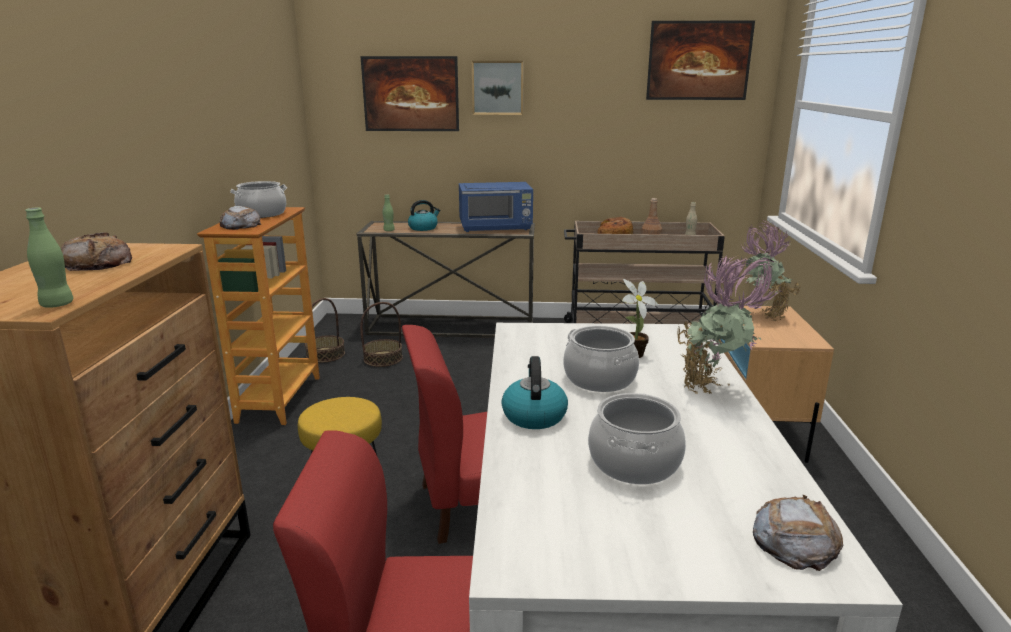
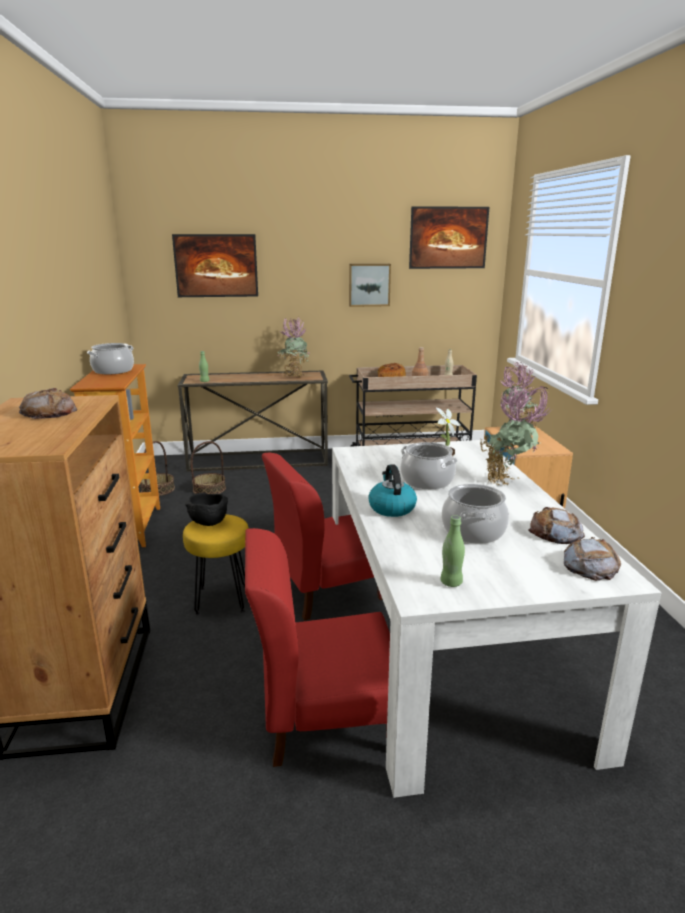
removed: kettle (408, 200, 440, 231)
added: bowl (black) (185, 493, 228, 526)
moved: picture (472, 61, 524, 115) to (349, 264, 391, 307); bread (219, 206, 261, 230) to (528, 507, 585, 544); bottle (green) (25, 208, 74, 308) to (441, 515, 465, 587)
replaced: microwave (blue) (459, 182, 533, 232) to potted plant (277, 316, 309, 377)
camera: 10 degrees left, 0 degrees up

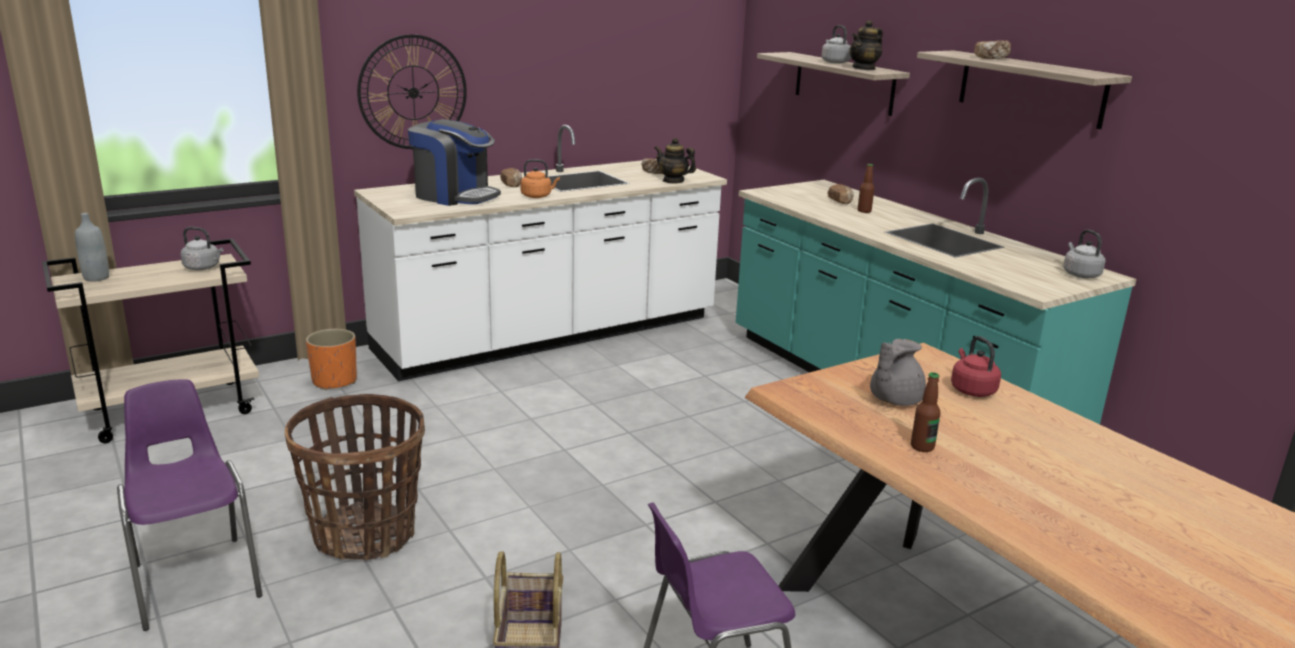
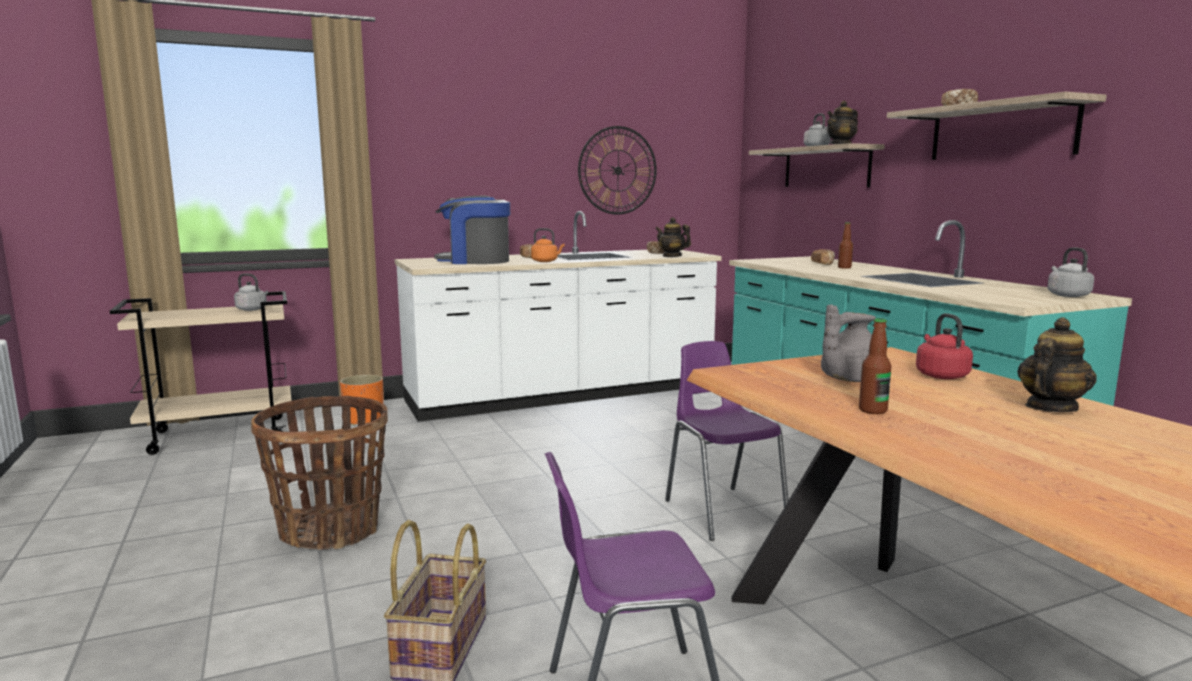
removed: bottle (grey) (75, 213, 109, 282)
added: teapot (1017, 317, 1097, 412)
moved: wall clock (357, 34, 467, 149) to (578, 126, 657, 215); chair (purple) (117, 380, 263, 631) to (665, 341, 788, 541)
turned: coffee machine (408, 119, 501, 206) = (434, 196, 510, 264) 150 degrees clockwise
camera: 10 degrees right, 10 degrees down

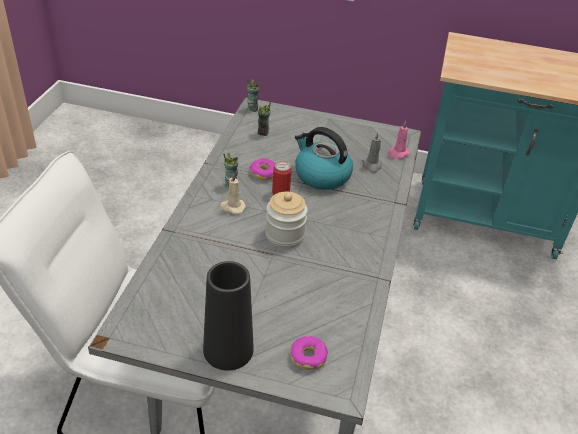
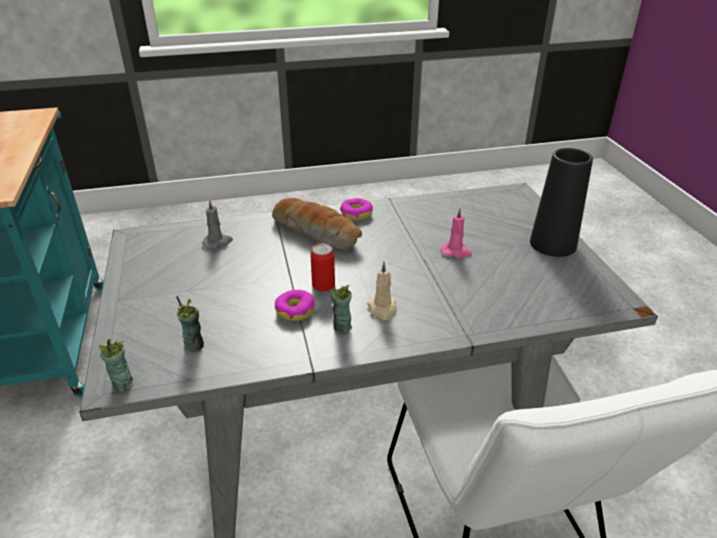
removed: kettle (295, 127, 353, 190); jar (266, 192, 308, 249)
added: bread (272, 198, 362, 250)
moved: candle (pink) (389, 121, 410, 159) to (441, 208, 472, 258); donut (290, 336, 328, 370) to (340, 198, 373, 220)
camera: 115 degrees left, 5 degrees down

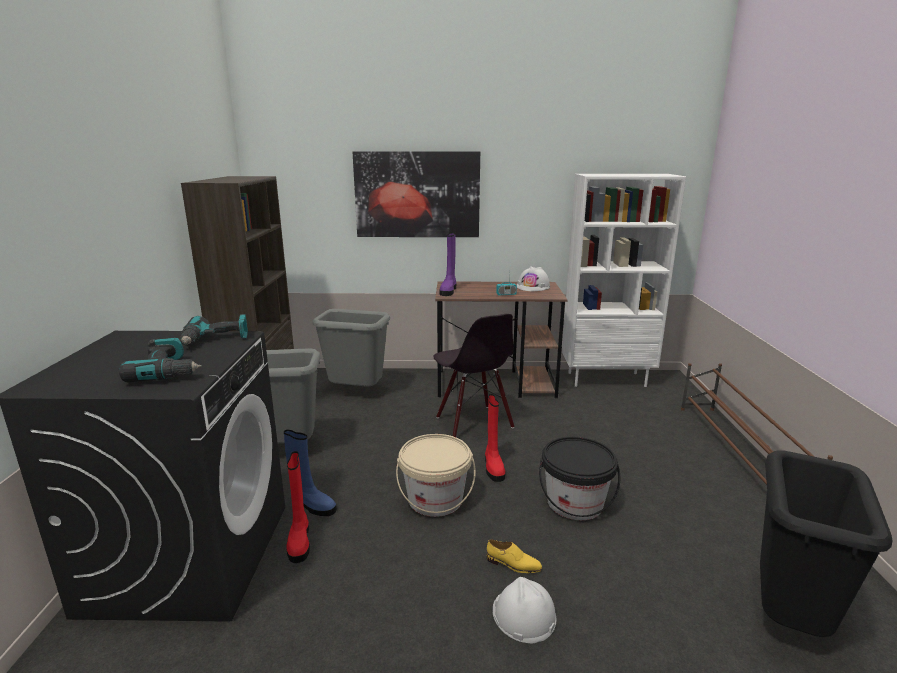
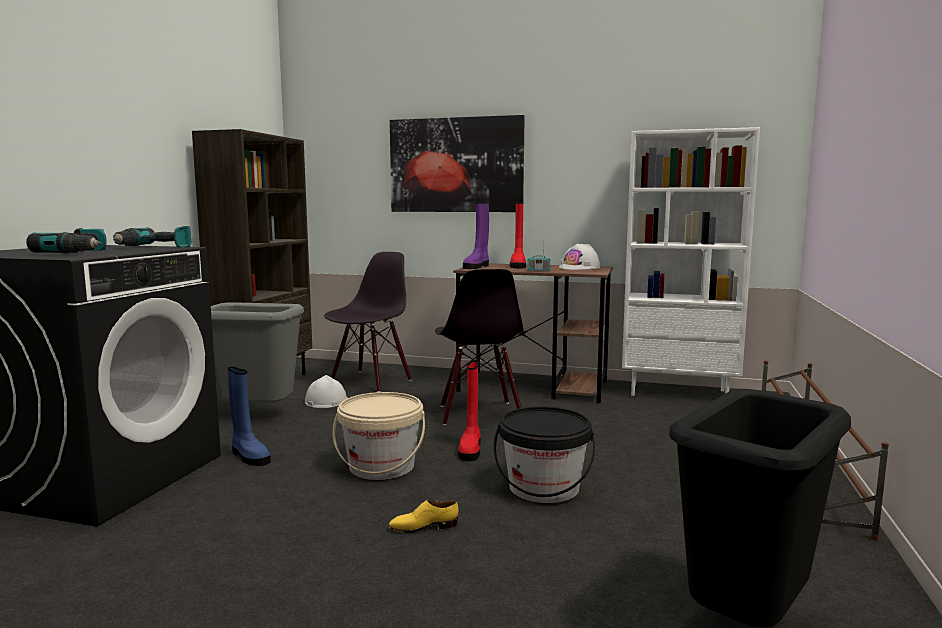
moved: boot (red) (286, 451, 310, 563) to (510, 202, 526, 269); hard hat (white) (492, 577, 556, 643) to (305, 375, 348, 408)
replaced: trash can (grey) (312, 309, 390, 387) to chair (black) (324, 252, 412, 392)
turned: shoe (yellow) (487, 539, 542, 573) = (389, 500, 458, 533) 135 degrees clockwise
camera: 15 degrees right, 10 degrees down

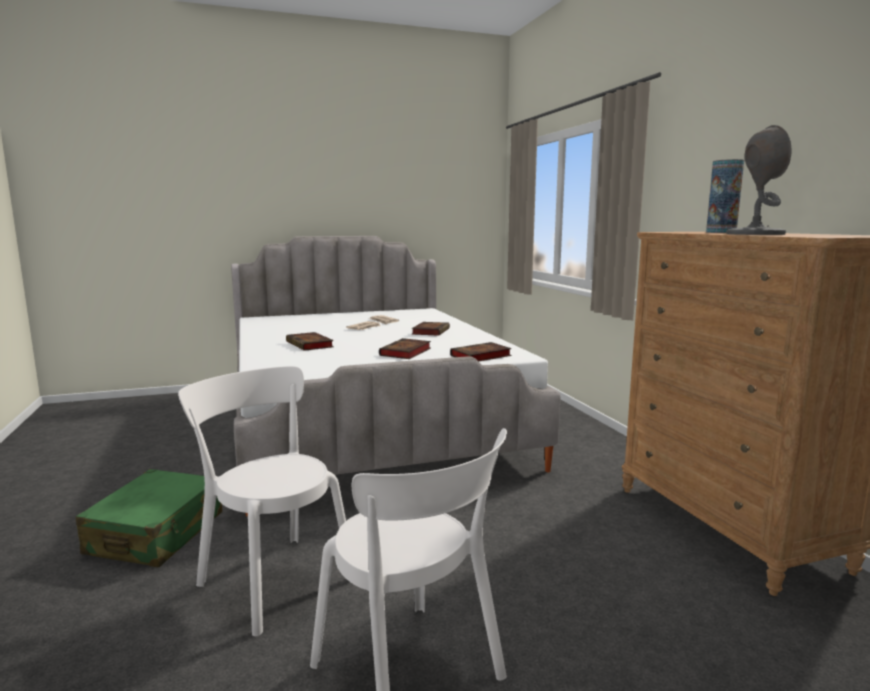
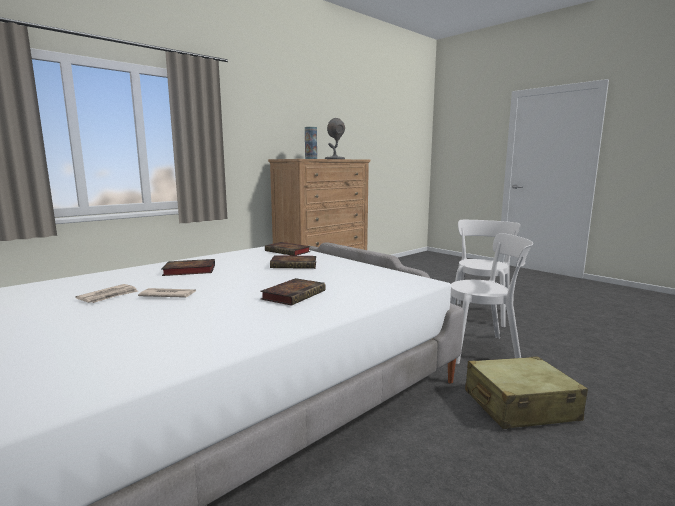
recoloured: suitcase (green) (75, 469, 222, 567) to suitcase (beige) (465, 356, 588, 429)
turned: chair (white) (178, 366, 346, 636) = (450, 233, 533, 364) 105 degrees counterclockwise
camera: 115 degrees left, 0 degrees up

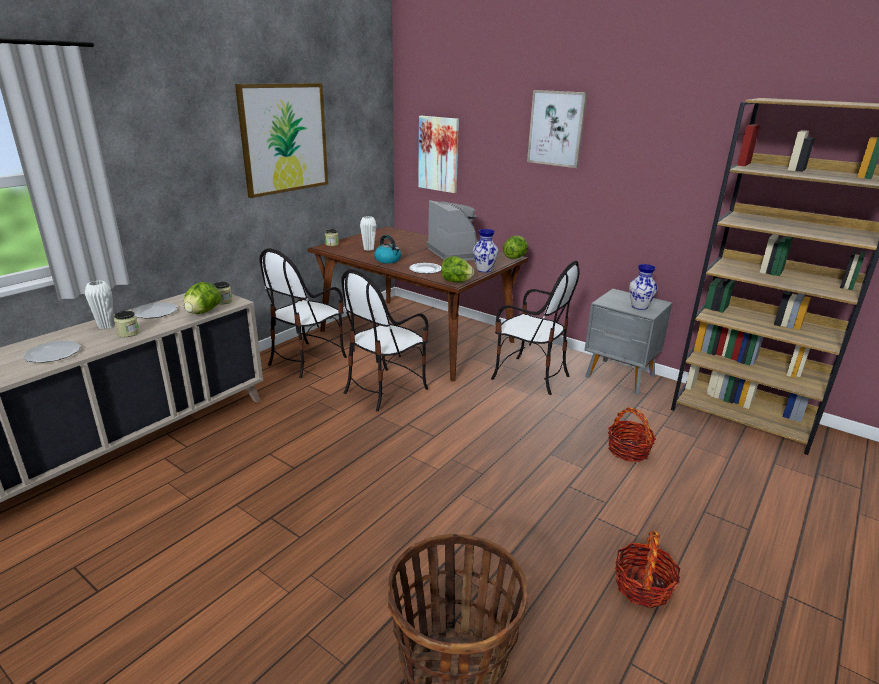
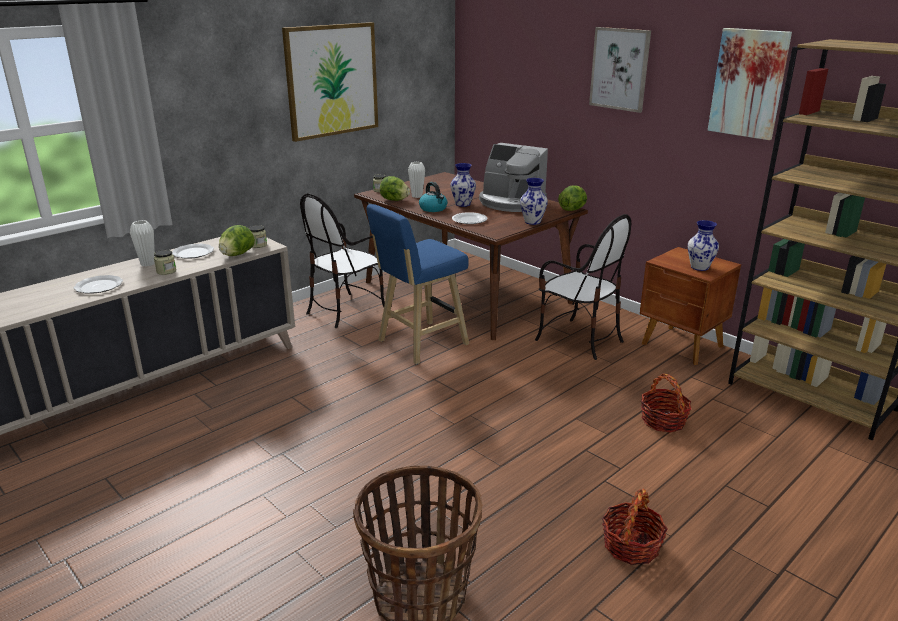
added: vase (450, 163, 476, 207)
moved: picture (418, 116, 459, 193) to (708, 28, 792, 140); lettuce (441, 256, 474, 283) to (380, 176, 410, 201)
replaced: chair (341, 269, 429, 411) to stool (blue) (367, 204, 469, 365)
recoloured: nightstand (grey) (585, 289, 672, 394) to nightstand (brown) (640, 247, 741, 365)
turned: coffee machine (427, 200, 479, 261) = (479, 143, 548, 212) 135 degrees clockwise
camera: 10 degrees right, 0 degrees up

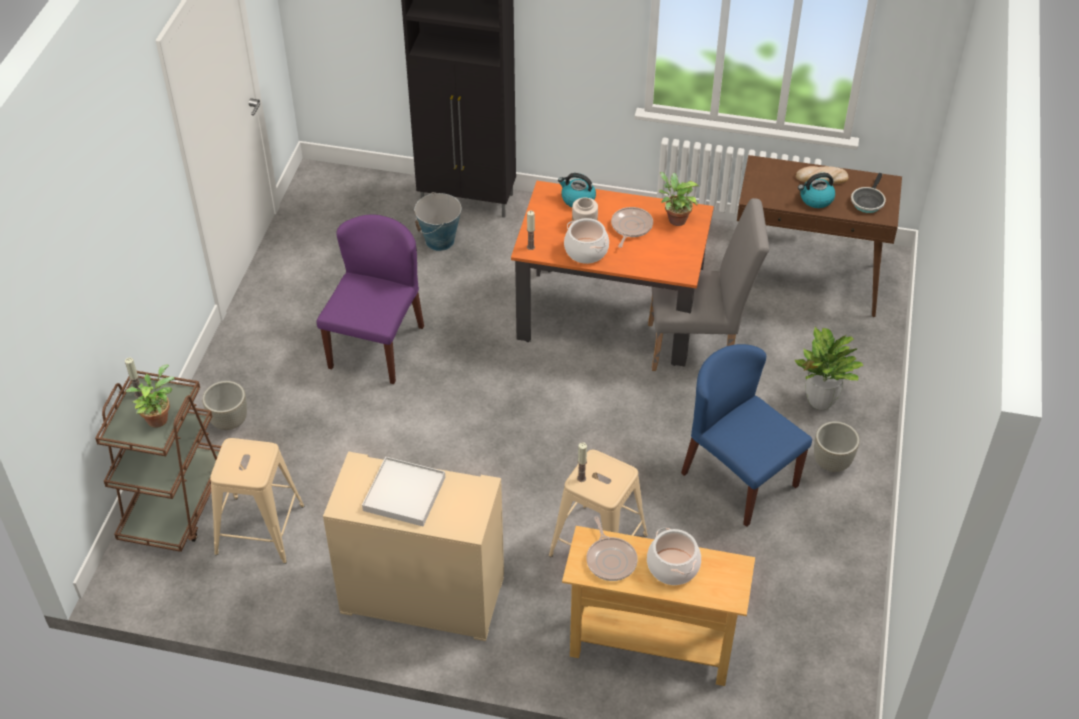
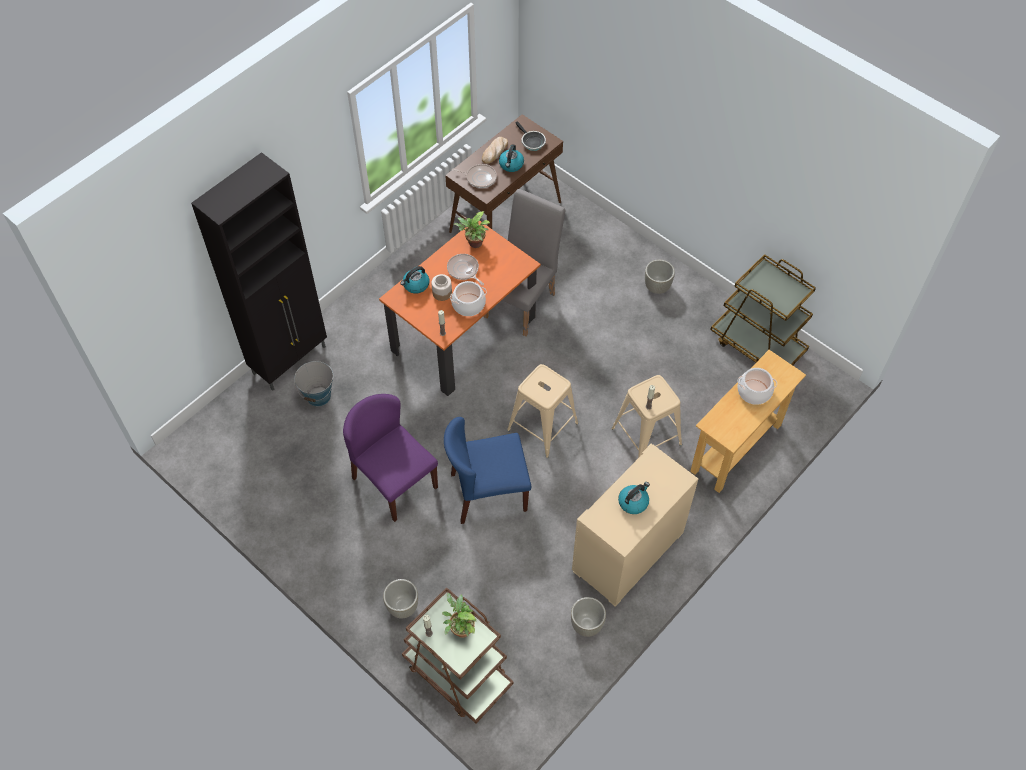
removed: potted plant (794, 326, 864, 410)
added: cart (brown) (710, 254, 816, 365); planter (grey) (571, 597, 606, 637)
moved: chair (blue) (681, 344, 812, 527) to (444, 417, 531, 524); stool (beige) (210, 438, 305, 564) to (507, 364, 578, 458); frying pan (586, 517, 638, 581) to (452, 164, 497, 188)
replaced: tray (white) (362, 457, 445, 526) to kettle (618, 482, 650, 514)
camera: 60 degrees left, 10 degrees up

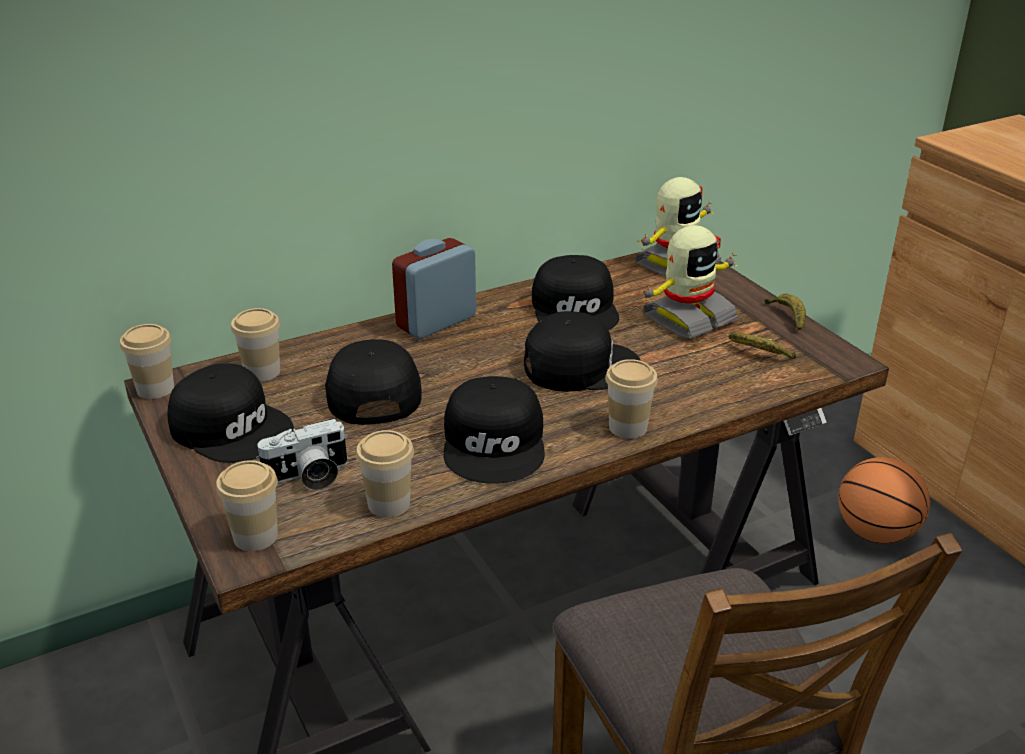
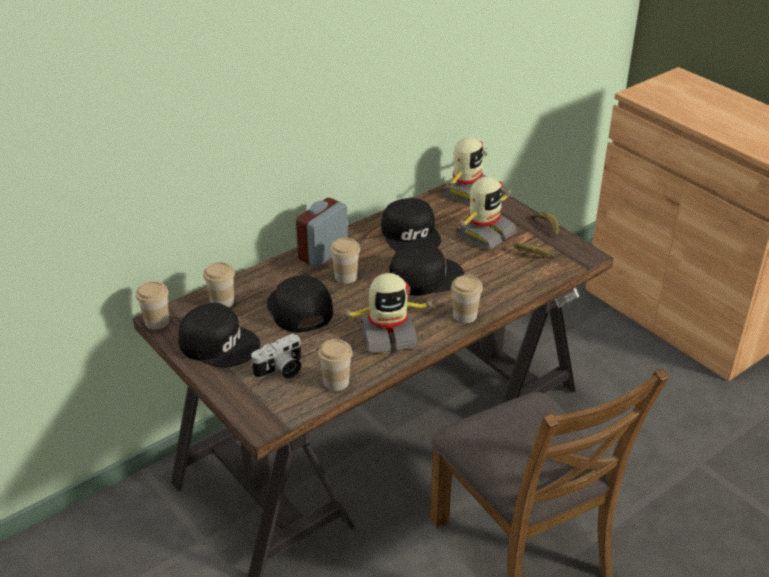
removed: basketball (838, 457, 930, 543)
moved: cup (216, 460, 278, 551) to (330, 238, 360, 284)
replaced: cap (black) (444, 376, 545, 484) to toy robot (339, 273, 435, 354)
camera: 10 degrees left, 5 degrees up

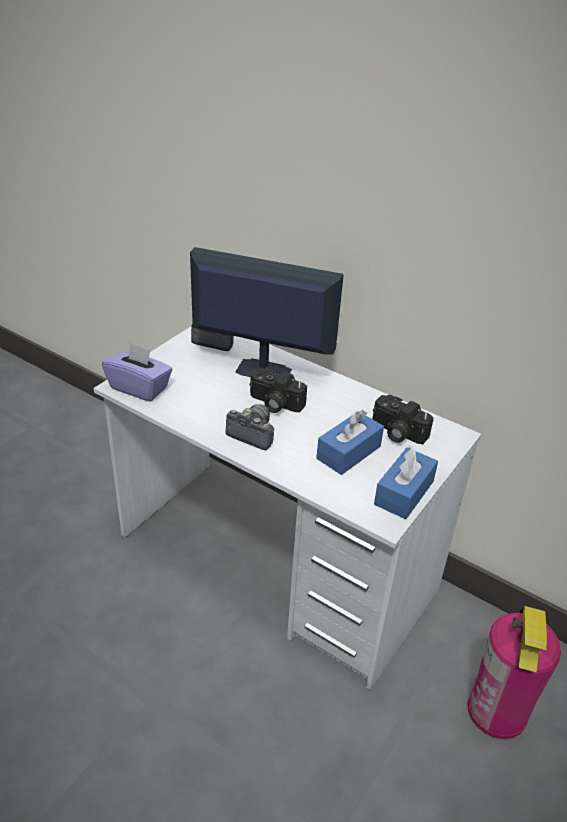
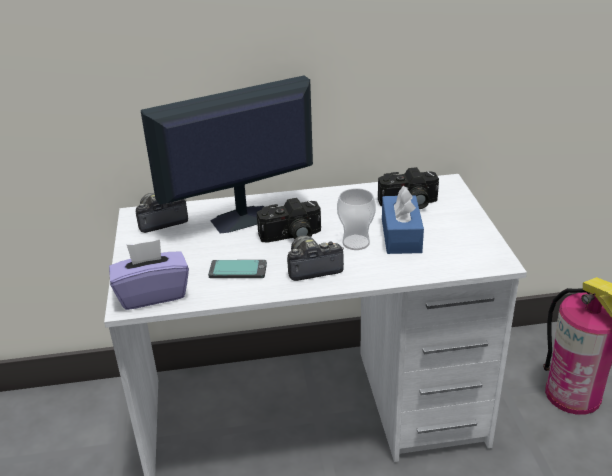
removed: tissue box (blue) (374, 446, 438, 519)
added: cup (337, 188, 376, 250); phone (208, 260, 267, 278)
camera: 40 degrees left, 5 degrees down

